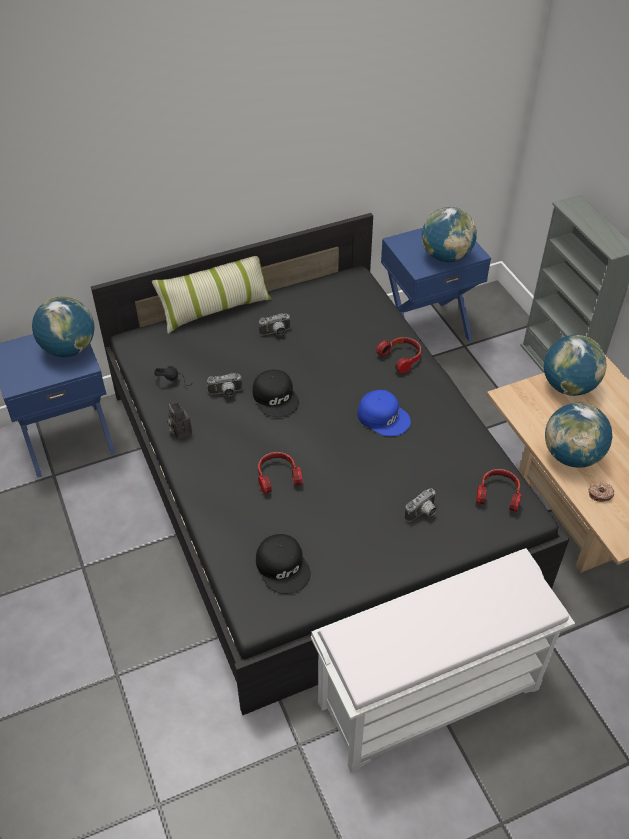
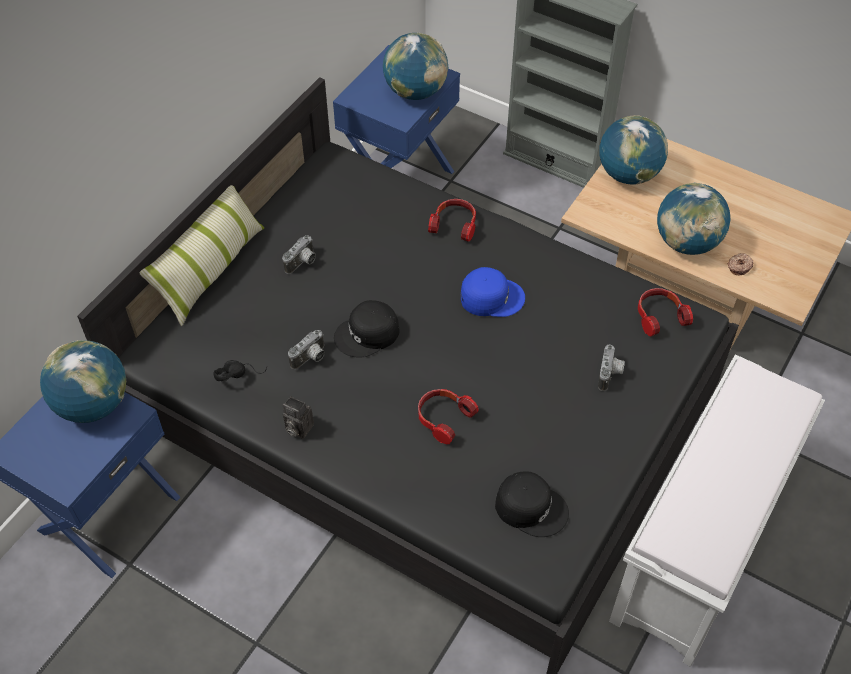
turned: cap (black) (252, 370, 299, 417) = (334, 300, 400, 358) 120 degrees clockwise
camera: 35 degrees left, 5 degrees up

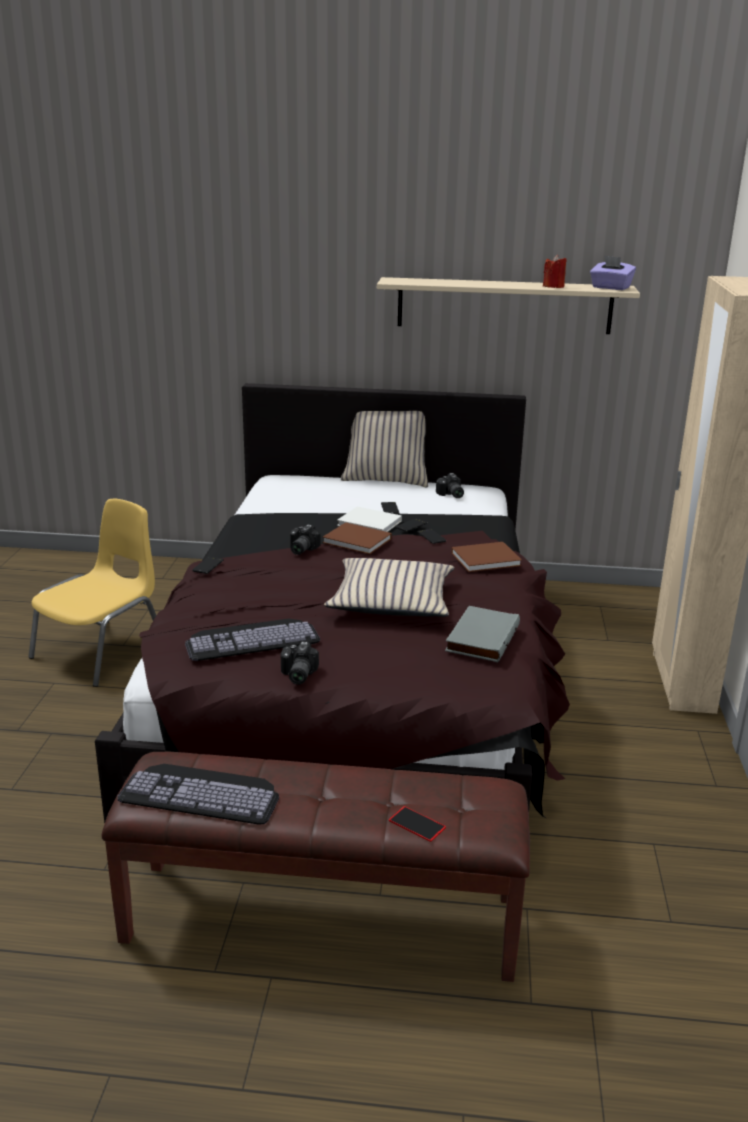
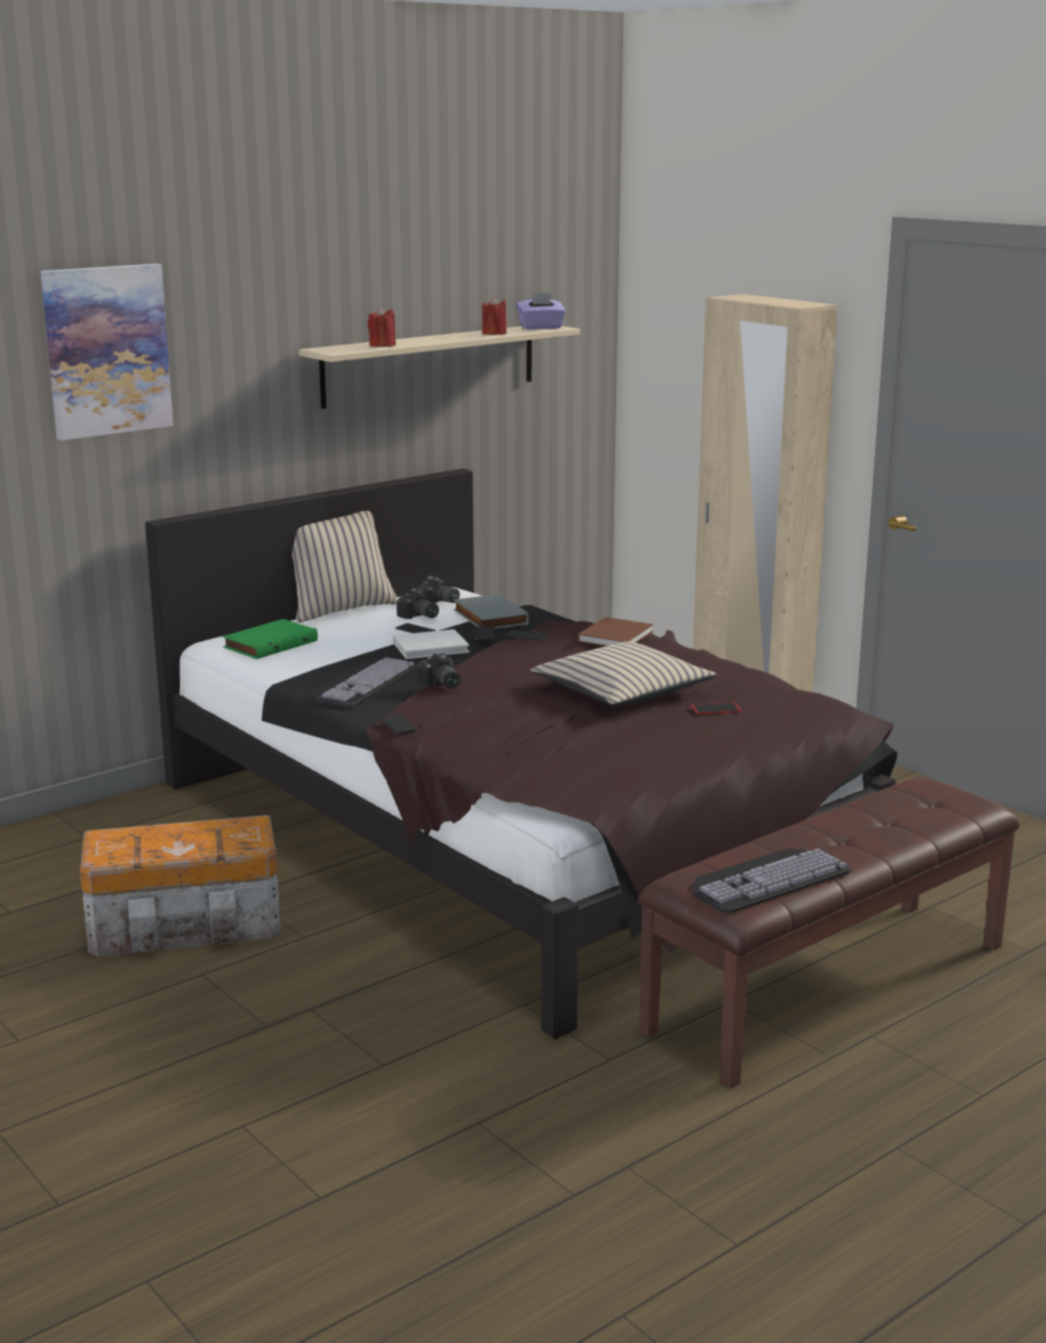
removed: book (brown) (323, 522, 392, 554)
added: picture (41, 264, 173, 441); candle (red) (367, 307, 396, 347); book (green) (222, 619, 318, 659)
moved: book (grey) (445, 606, 520, 662) to (454, 593, 529, 629); keyboard (185, 619, 320, 661) to (312, 658, 417, 707); photo camera (281, 641, 319, 685) to (397, 588, 439, 619); phone (389, 806, 446, 842) to (692, 703, 741, 714)
replaced: chair (yellow) (28, 499, 157, 687) to storage box (80, 815, 281, 957)
camera: 45 degrees left, 5 degrees down

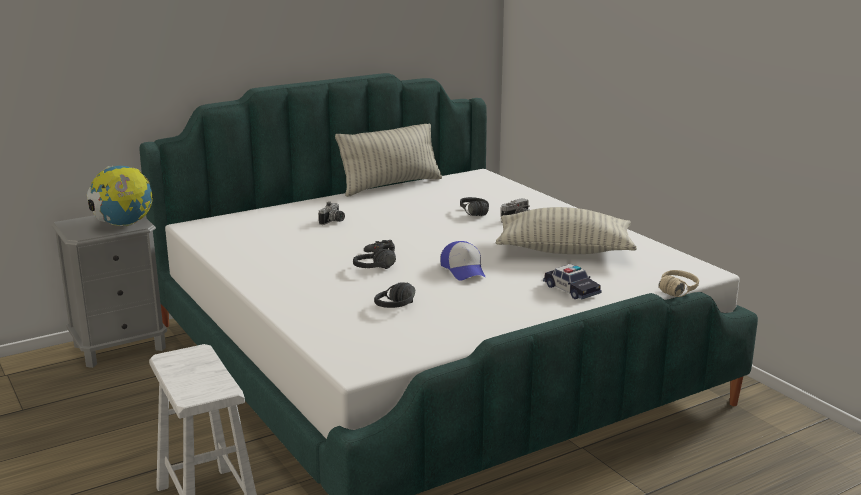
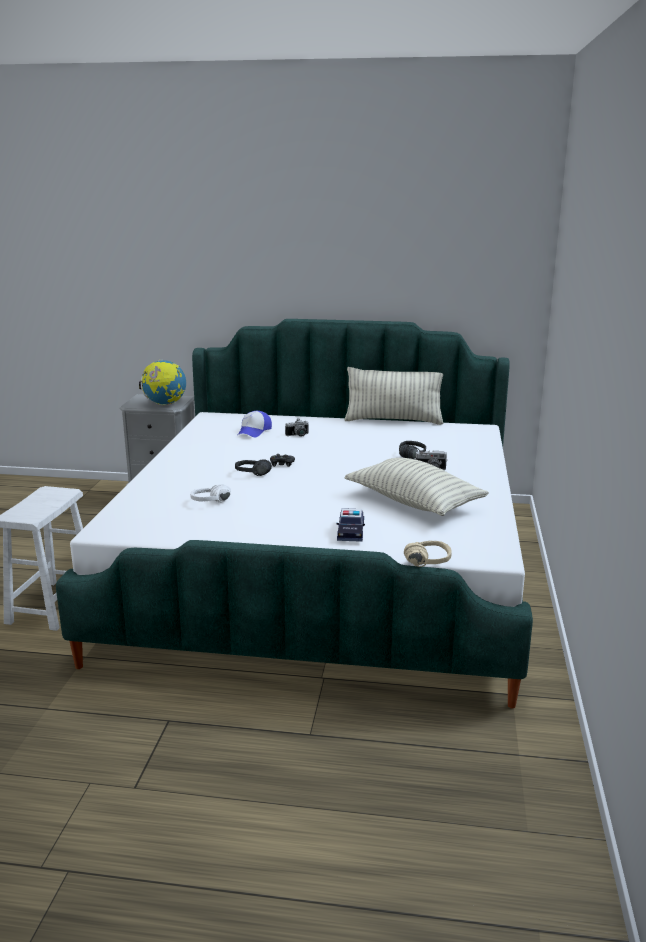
moved: cap (440, 241, 486, 281) to (238, 411, 272, 437)
recoloured: headphones (black) (374, 282, 415, 308) to headphones (white) (190, 484, 231, 503)
camera: 40 degrees right, 0 degrees up

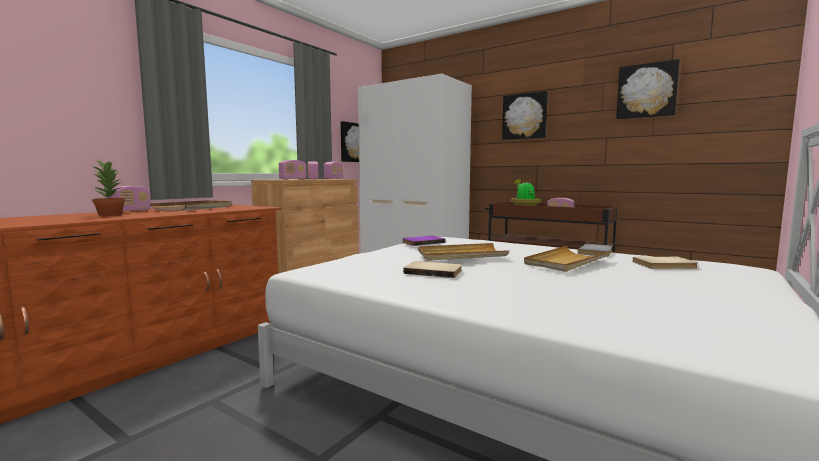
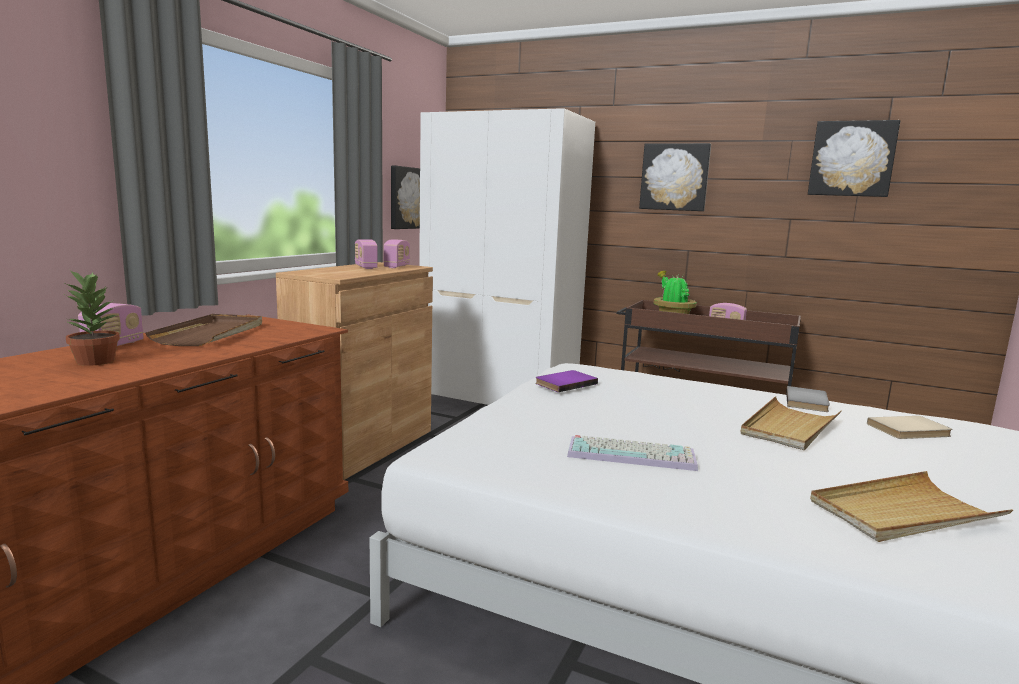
removed: radio (279, 160, 306, 180)
moved: tray (beige) (418, 243, 509, 261) to (810, 471, 1013, 542)
replaced: book (beige) (403, 261, 462, 278) to keyboard (567, 435, 698, 471)
camera: 10 degrees left, 5 degrees up

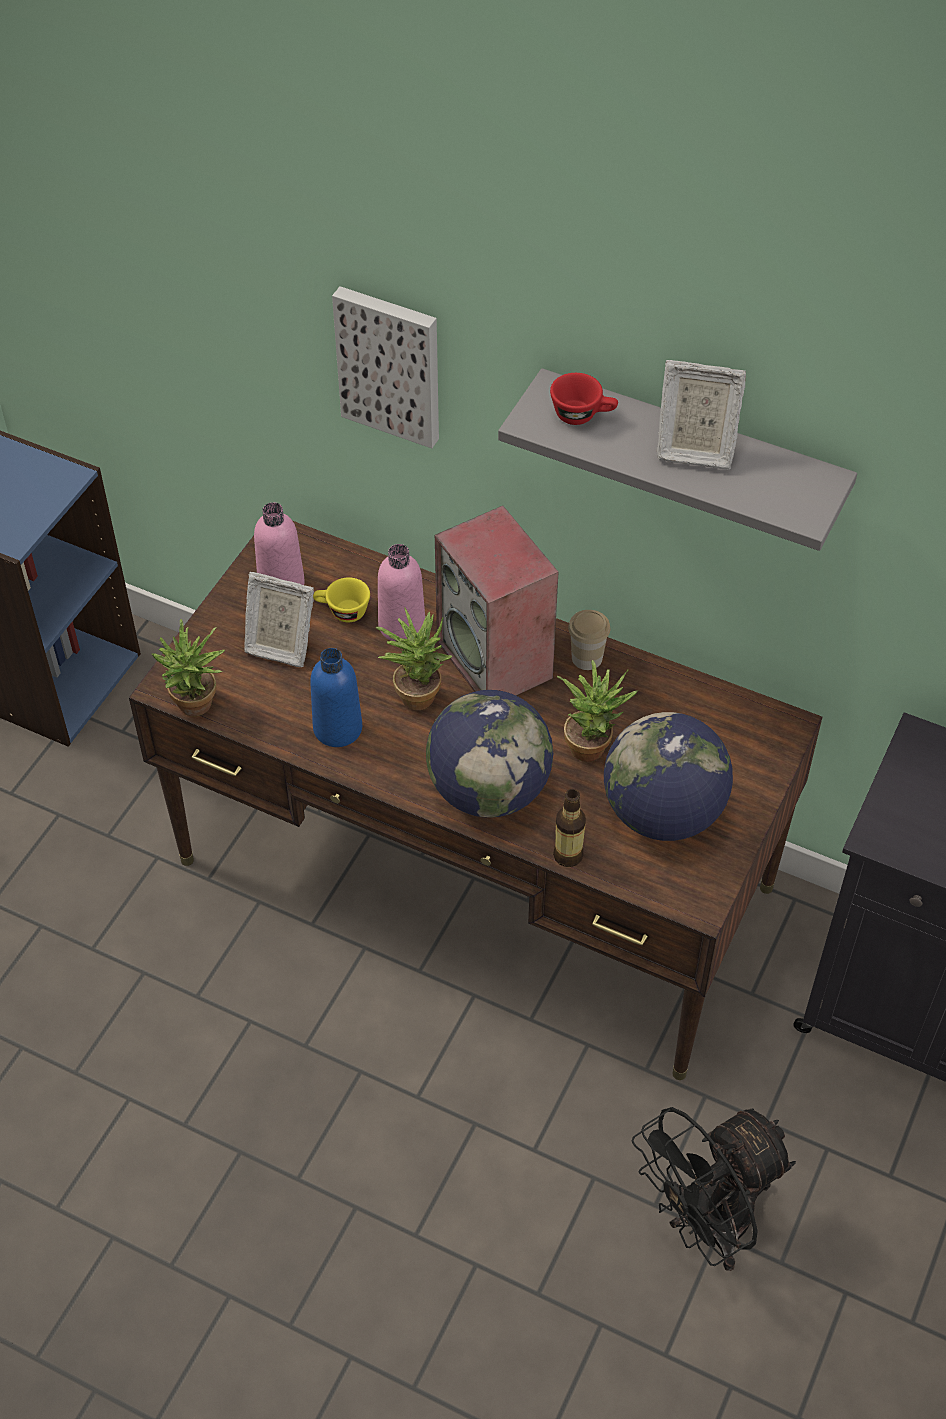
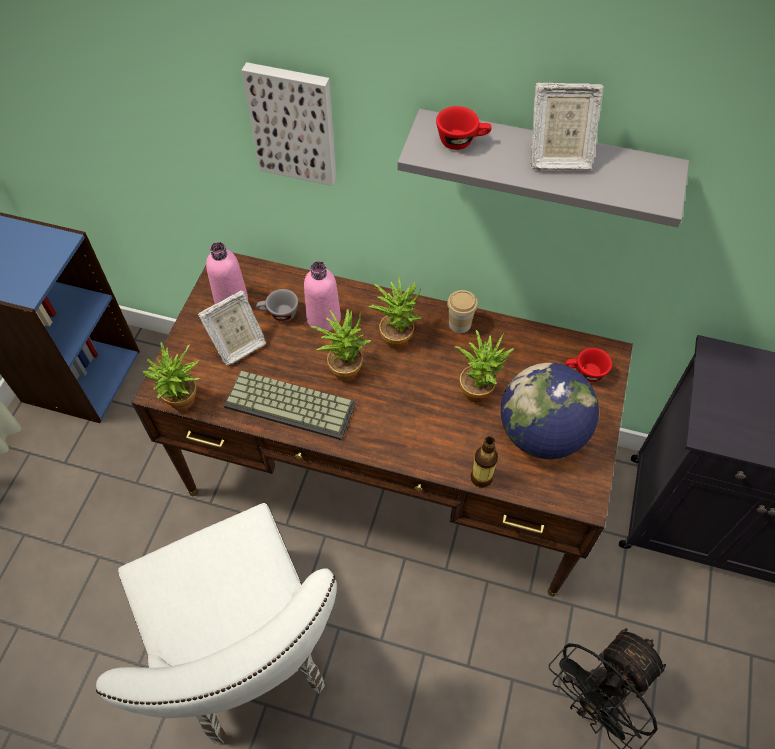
removed: globe (426, 690, 553, 818)
added: cup (red) (565, 348, 612, 382); chair (white) (96, 503, 337, 743)
replaced: speaker (435, 506, 558, 696) to potted plant (369, 275, 421, 349); bottle (blue) (310, 648, 362, 747) to keyboard (224, 371, 356, 440)
recoloured: cup (yellow) (313, 577, 370, 622) to cup (grey) (256, 289, 298, 322)
turned: picture frame (244, 572, 314, 667) = (198, 290, 266, 365) 45 degrees counterclockwise
camera: 10 degrees left, 5 degrees up

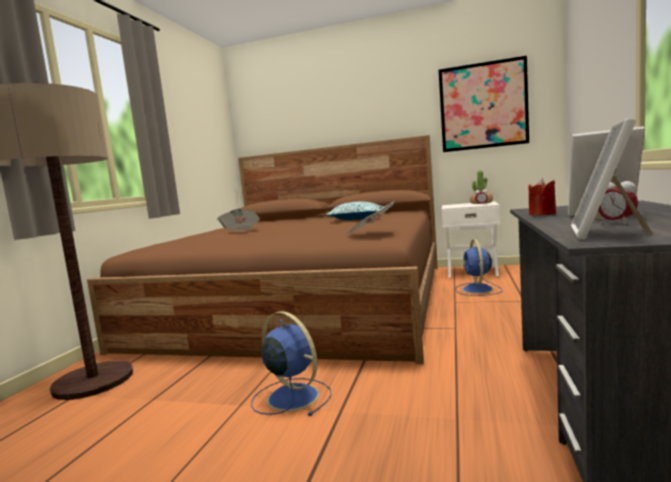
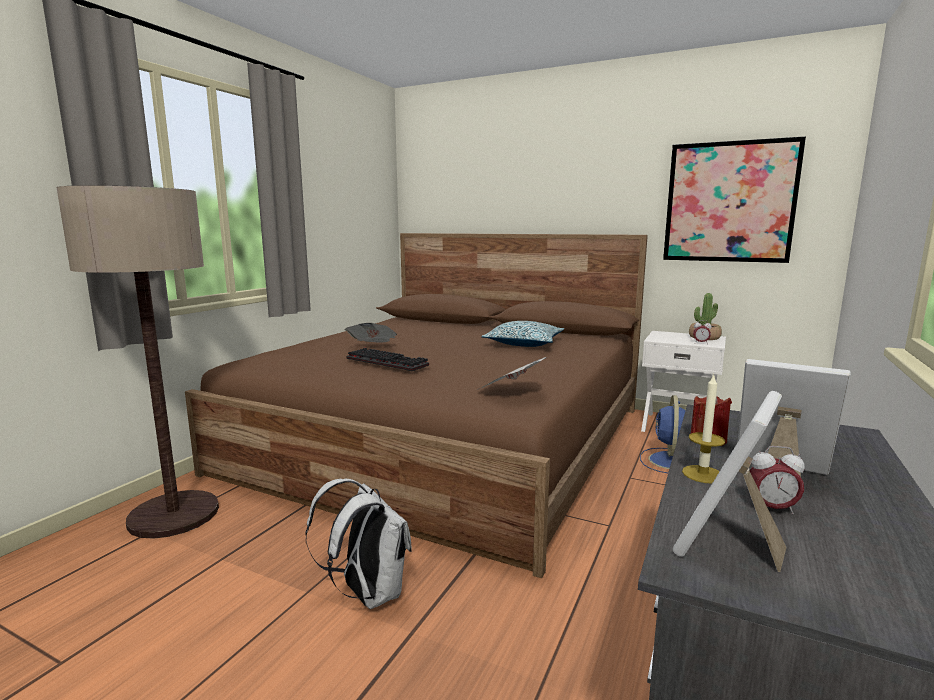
added: keyboard (346, 348, 429, 371); candle (682, 375, 725, 483)
replaced: fan (blue) (251, 311, 332, 416) to backpack (white) (305, 479, 412, 609)
turned: alarm clock (598, 175, 638, 224) = (750, 446, 805, 514) 60 degrees counterclockwise
camera: 10 degrees right, 5 degrees up

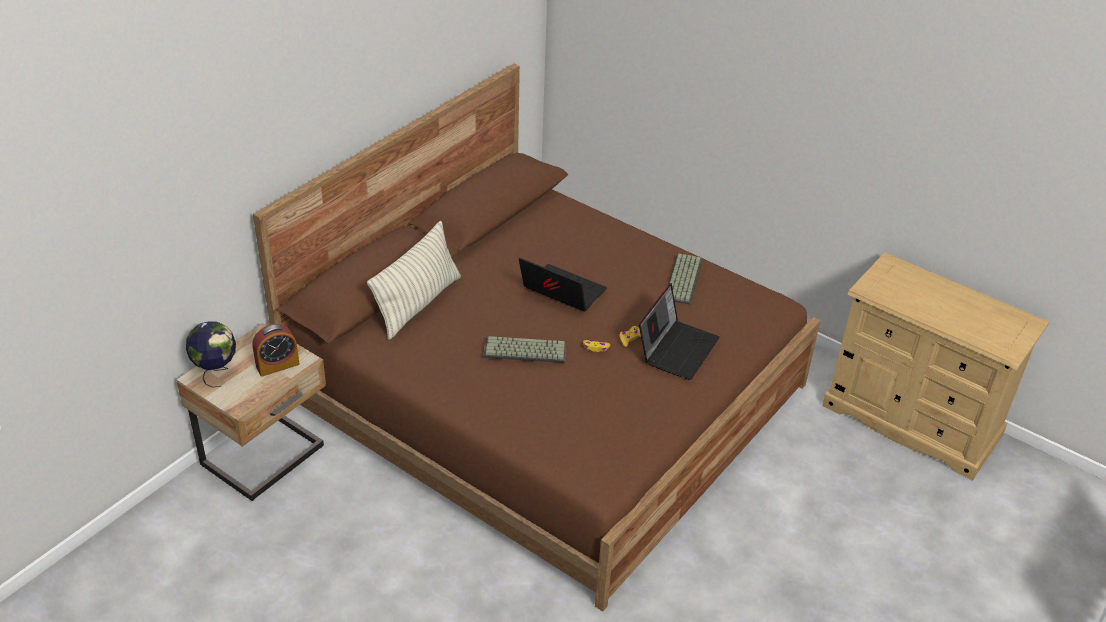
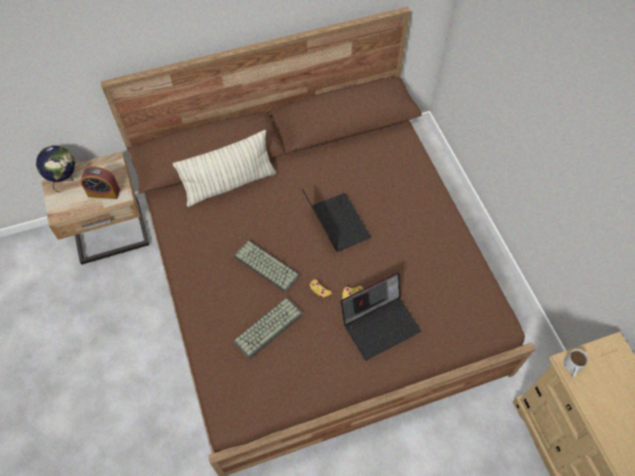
added: mug (white) (564, 349, 589, 377)
moved: keyboard (668, 253, 702, 305) to (233, 298, 303, 359)
camera: 35 degrees right, 20 degrees up

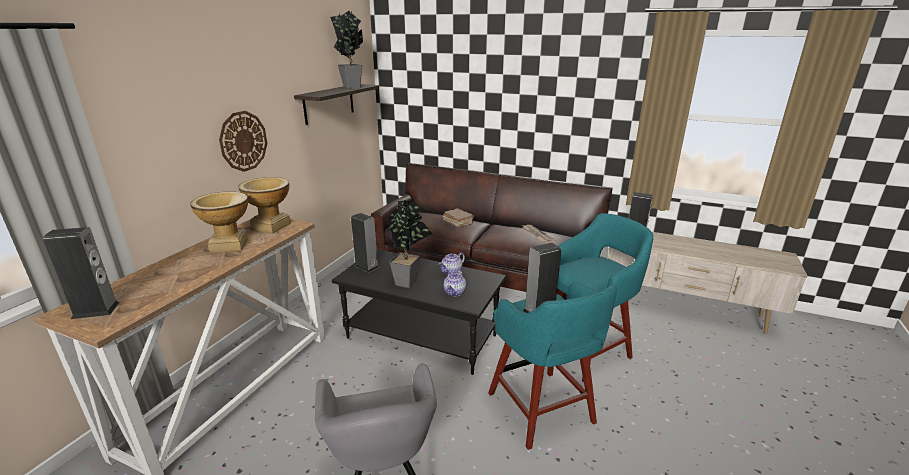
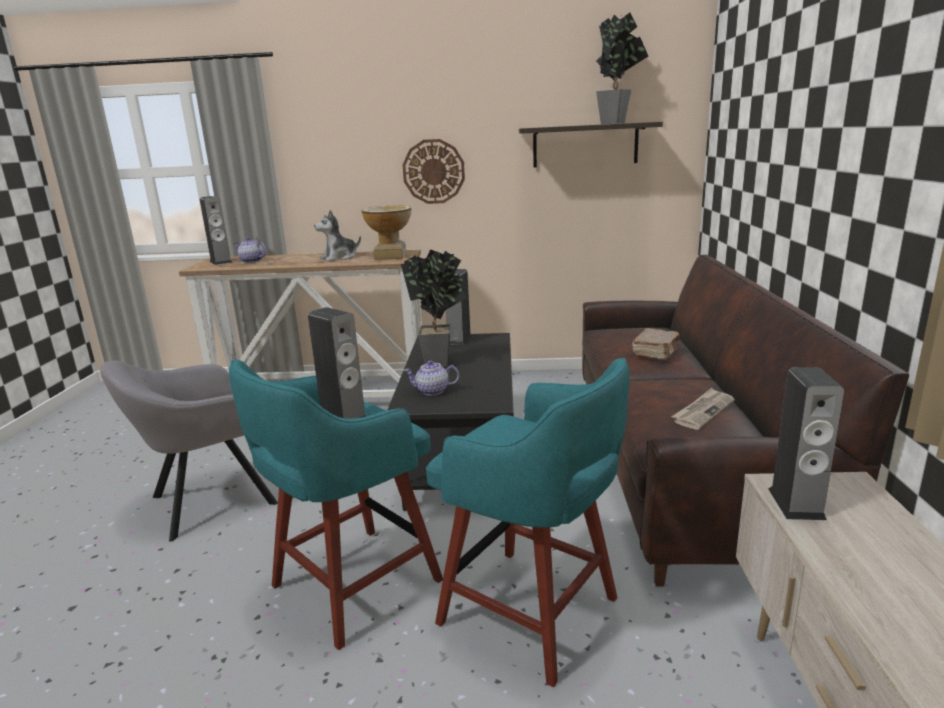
moved: teapot (438, 252, 465, 275) to (234, 237, 267, 263)
replaced: vase (190, 191, 248, 253) to plush toy (314, 210, 361, 261)
camera: 70 degrees right, 5 degrees down

